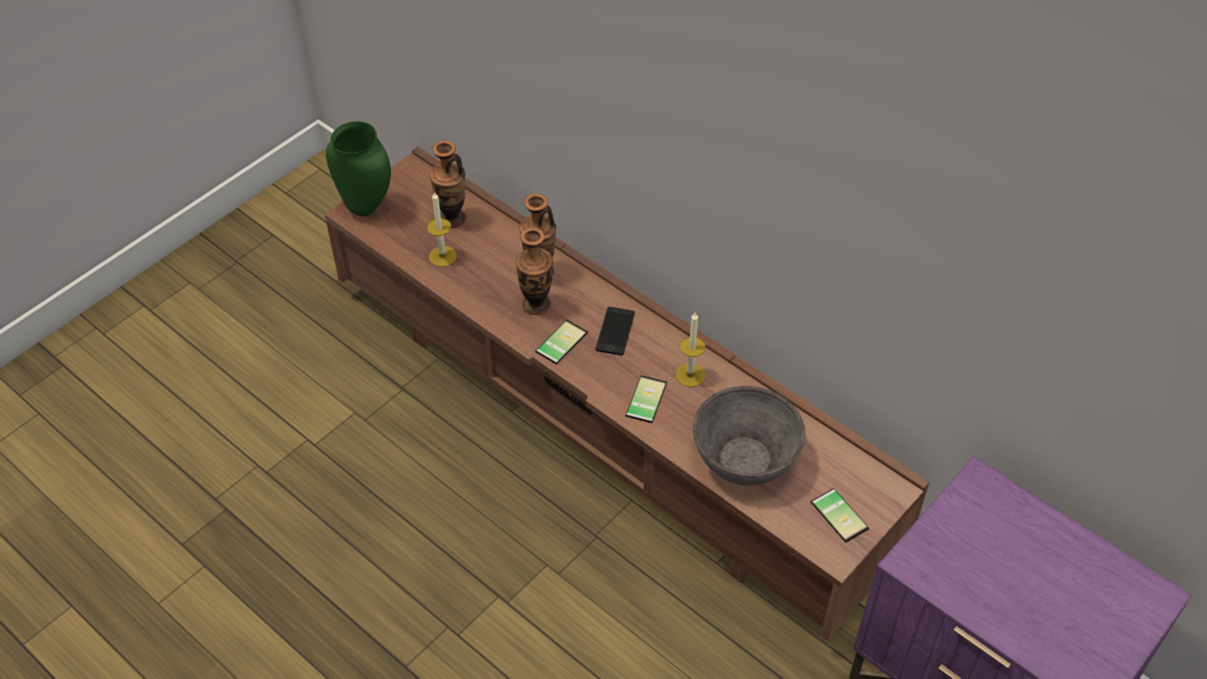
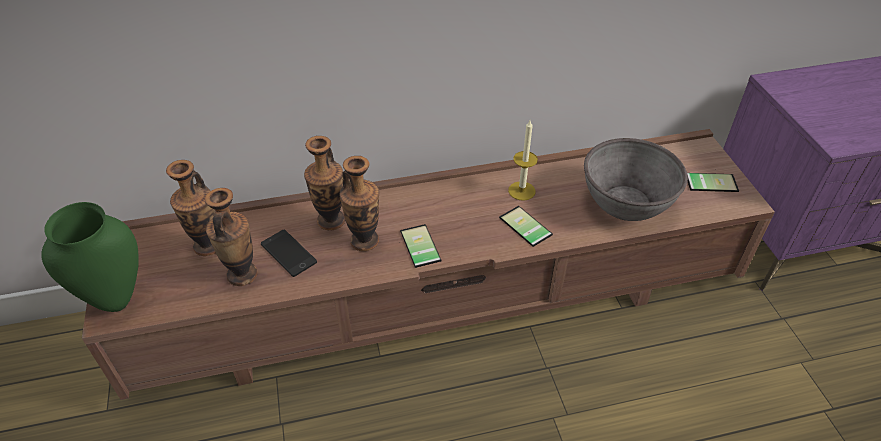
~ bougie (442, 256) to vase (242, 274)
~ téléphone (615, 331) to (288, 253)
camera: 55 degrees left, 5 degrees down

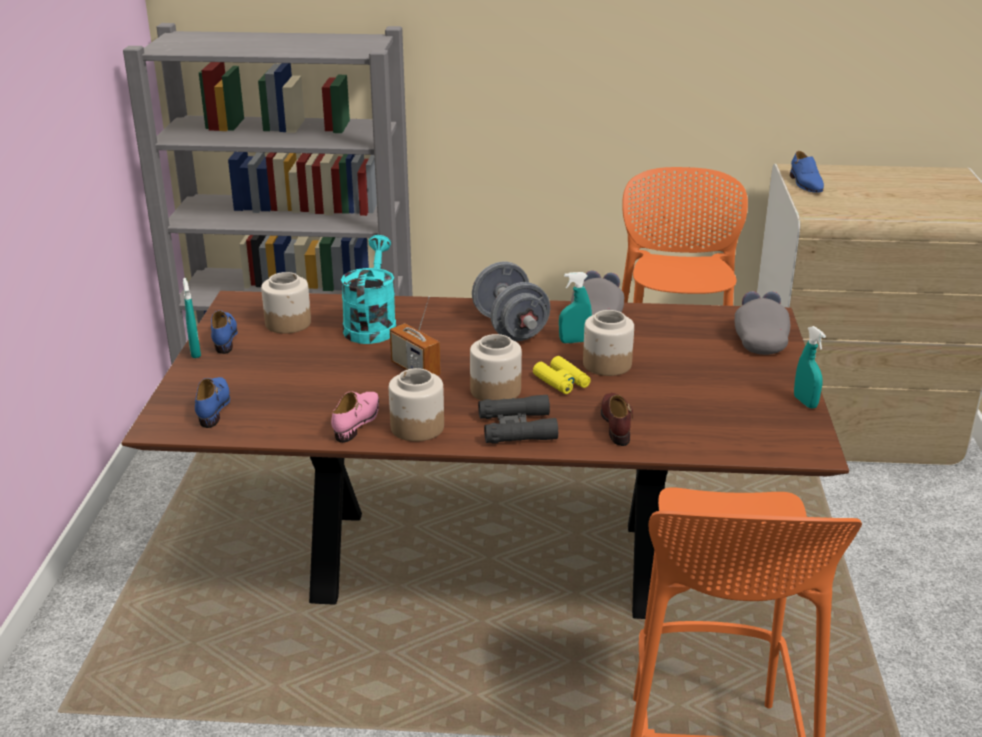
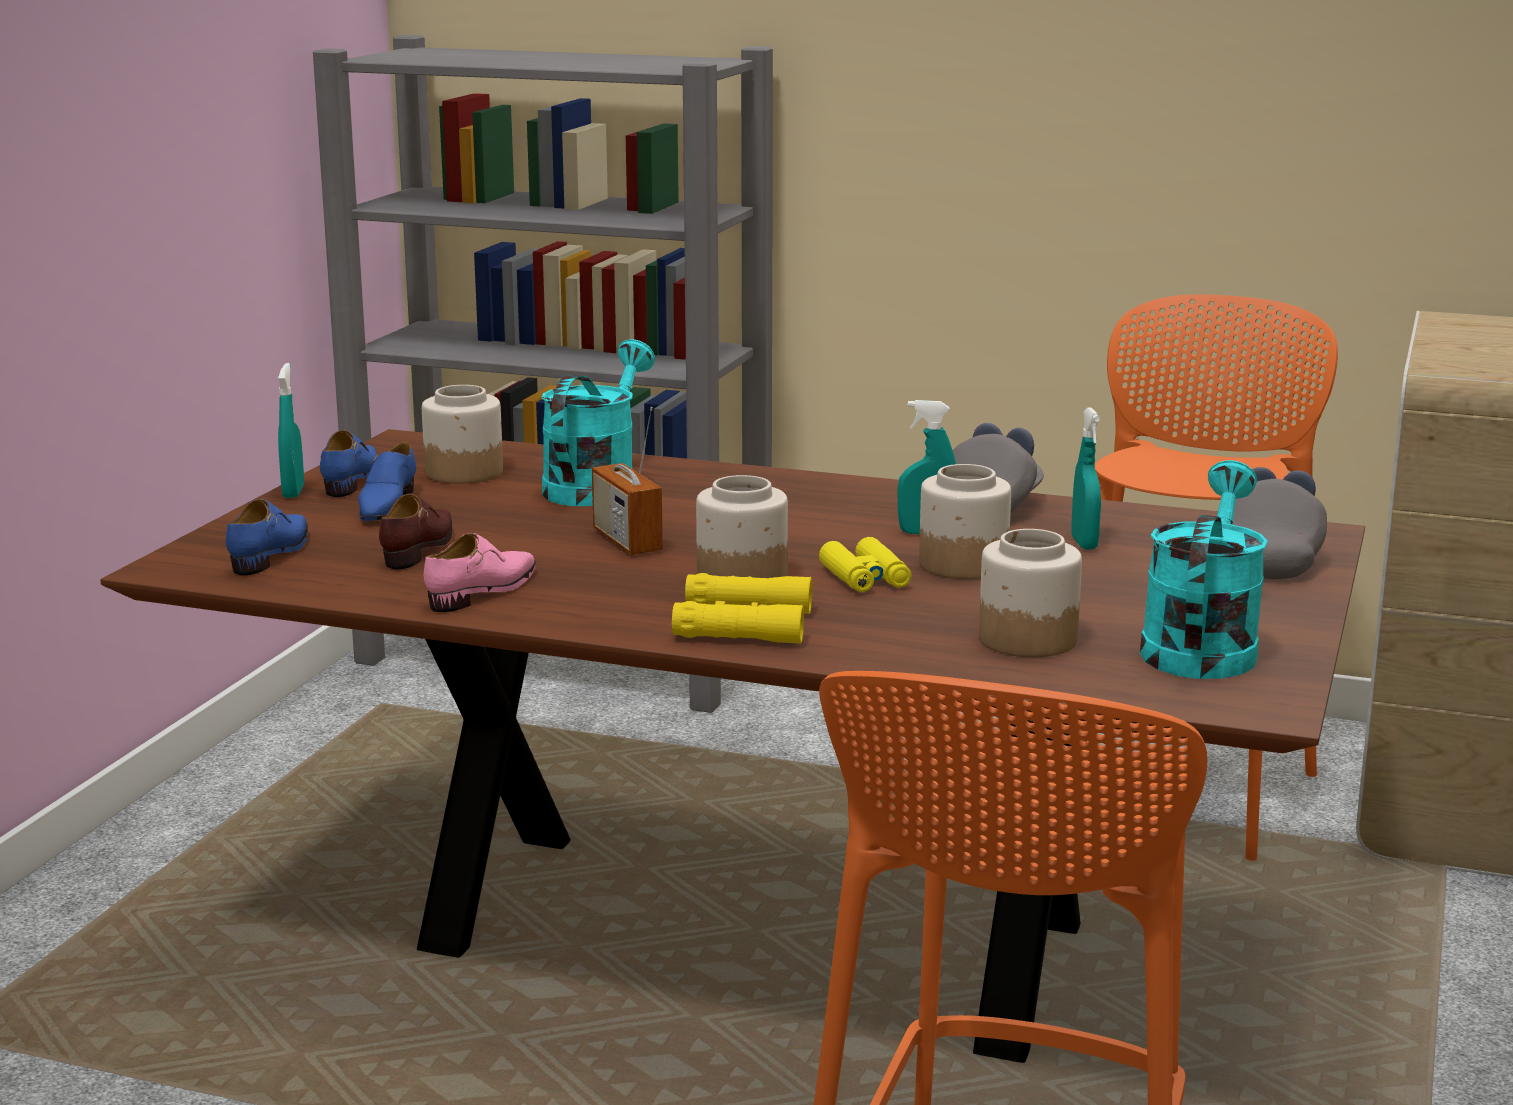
~ chaussure [bleu] (805, 184) to (386, 506)
- haltère [gris] (510, 328)
~ vaporisateur [turquoise] (805, 402) to (1084, 543)
~ bocal (416, 427) to (1026, 639)
~ chaussure [marron] (616, 423) to (420, 548)
~ jumelles [noir] (517, 428) to jumelles [jaune] (743, 624)
+ arrosoir [turquoise] (1201, 646)
camera: 15 degrees right, 10 degrees down

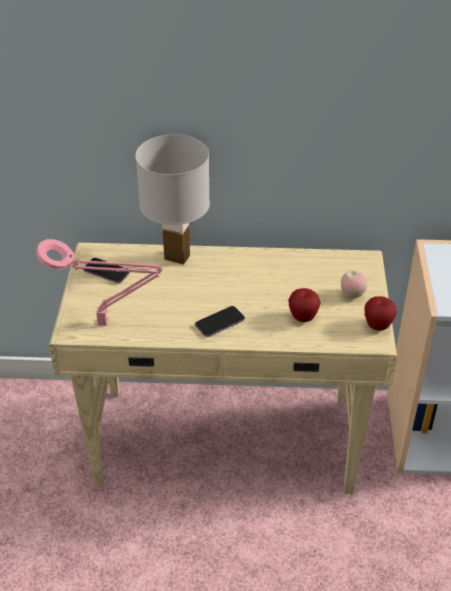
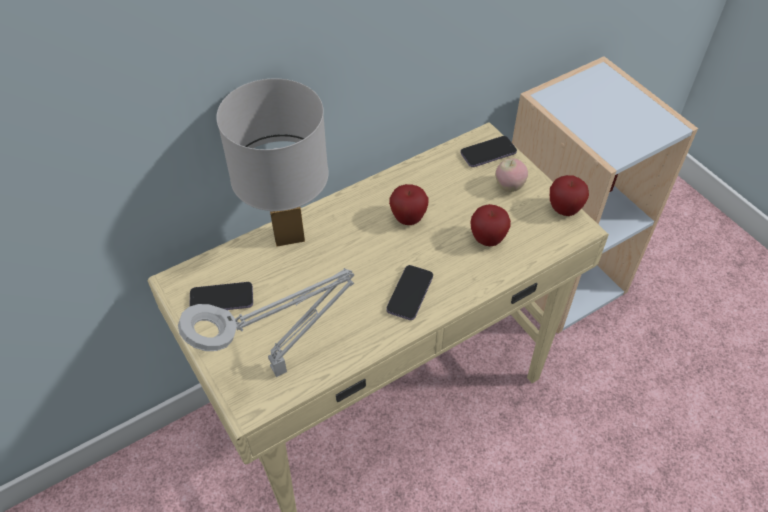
~ lampe de table [rose] (107, 323) to lampe de table [gris] (283, 367)
+ téléphone (488, 153)
+ pomme (408, 219)
camera: 35 degrees left, 10 degrees up

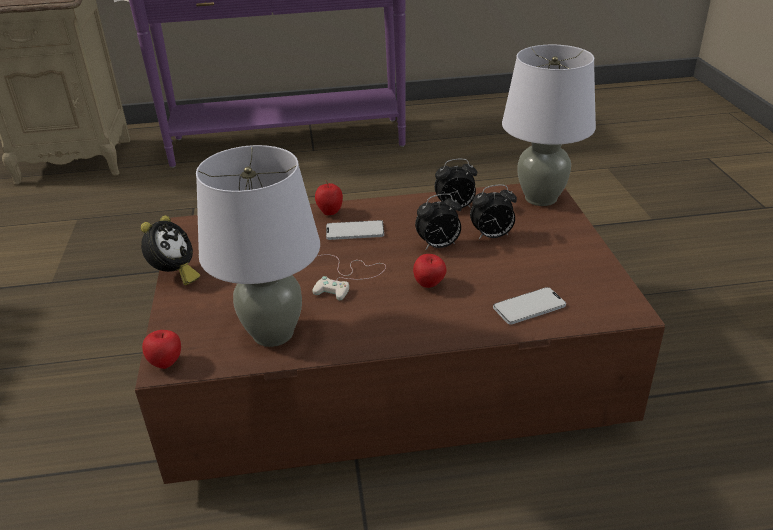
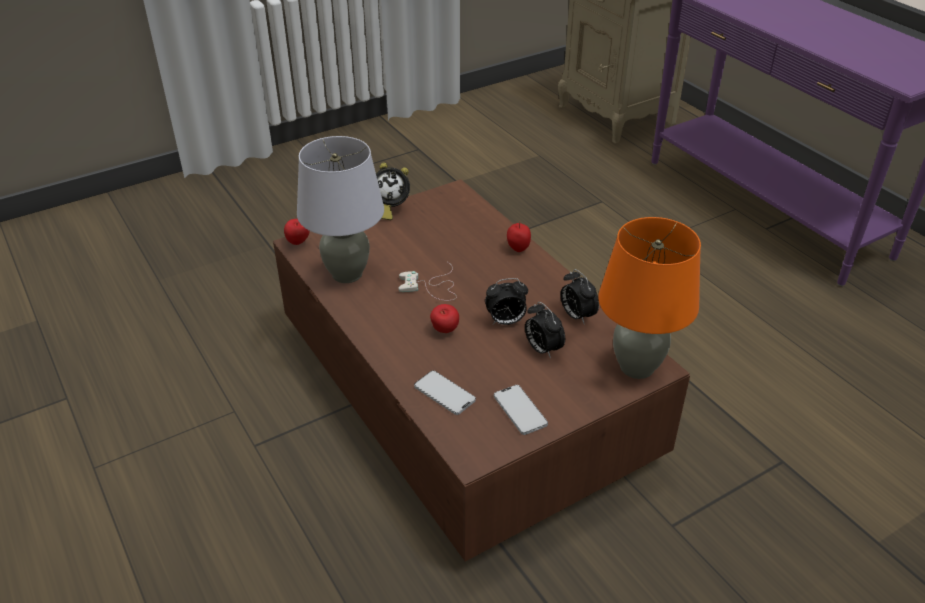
~ lampe de table [gris] (541, 198) to lampe de table [orange] (637, 367)
~ réveil (438, 246) = (505, 321) 60 degrees counterclockwise
~ téléphone (355, 231) to (520, 410)
camera: 65 degrees right, 5 degrees up

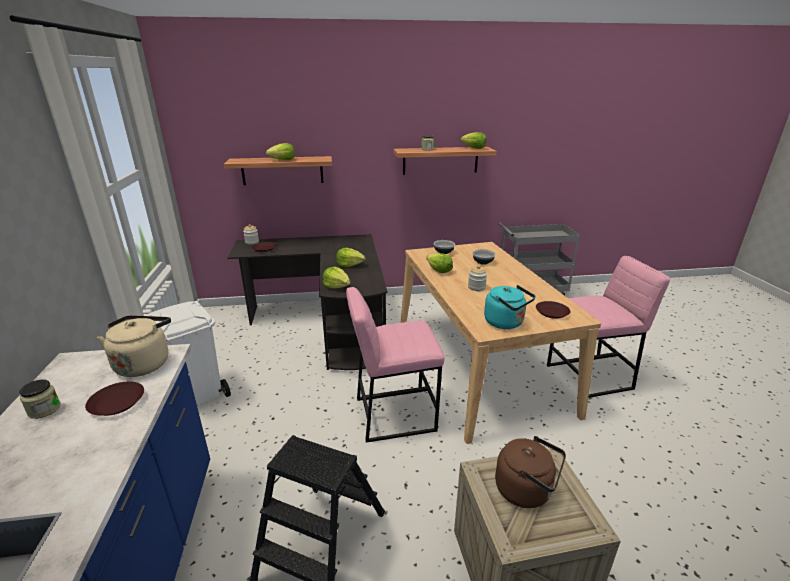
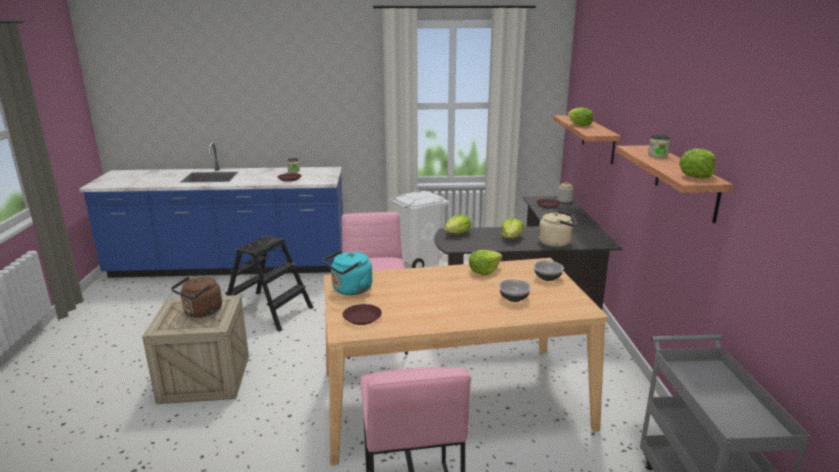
- bocal (476, 287)
~ bouilloire [beige] (144, 363) to (557, 243)
camera: 95 degrees right, 5 degrees down

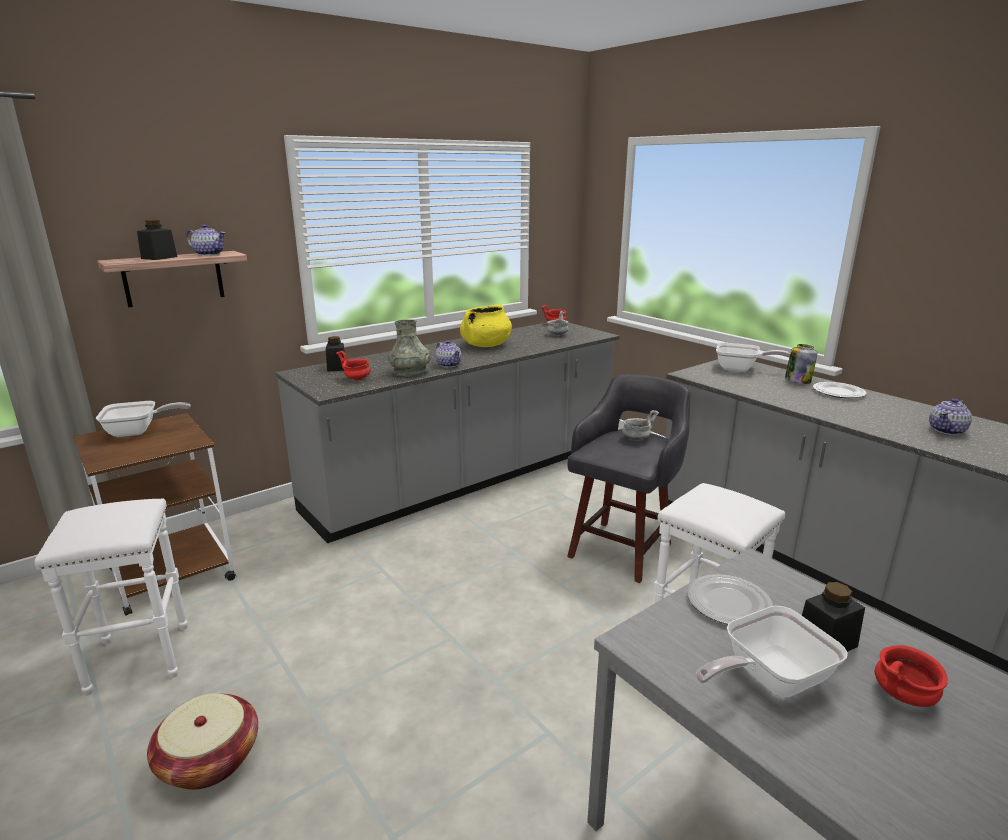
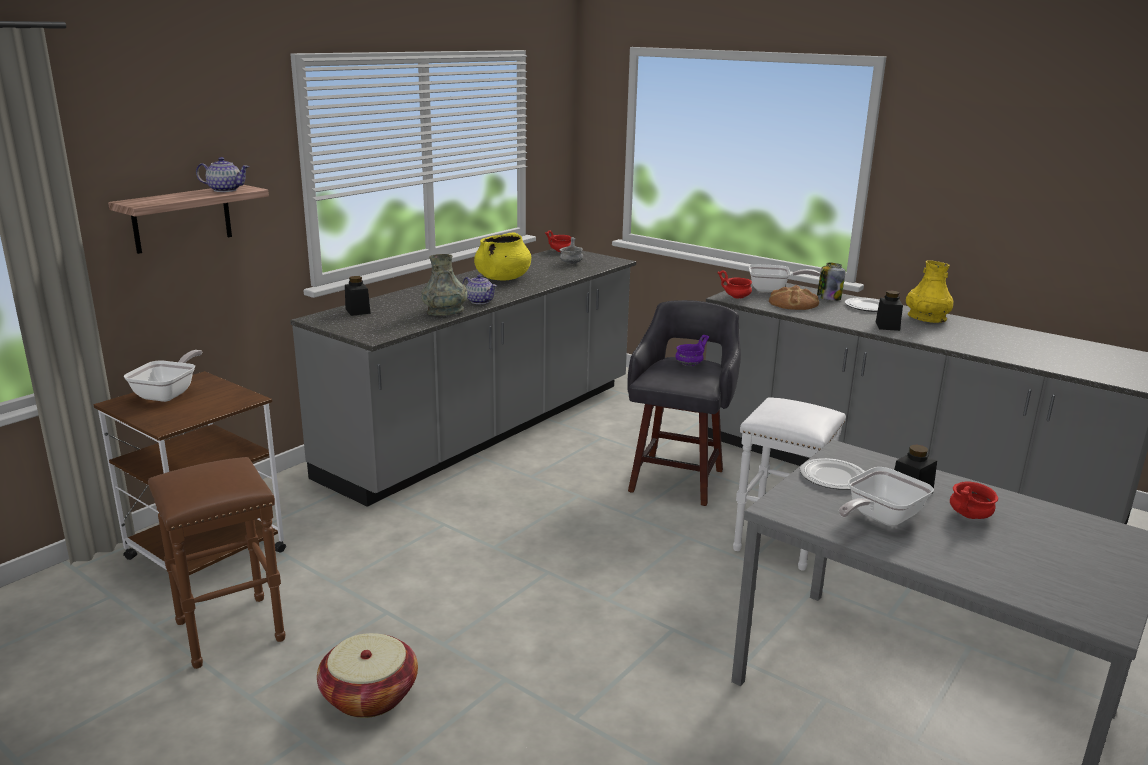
~ bocal [noir] (159, 257) to (887, 326)
~ bol [rouge] (356, 379) to (736, 297)
- théière (947, 430)
~ poêle (138, 431) = (169, 393) 45 degrees counterclockwise
~ bol [gris] (636, 438) to bol [violet] (689, 364)
~ tabouret [blanc] (136, 659) to tabouret [marron] (228, 632)
+ vase [jaune] (926, 318)
+ pain (793, 303)
camera: 15 degrees left, 0 degrees up

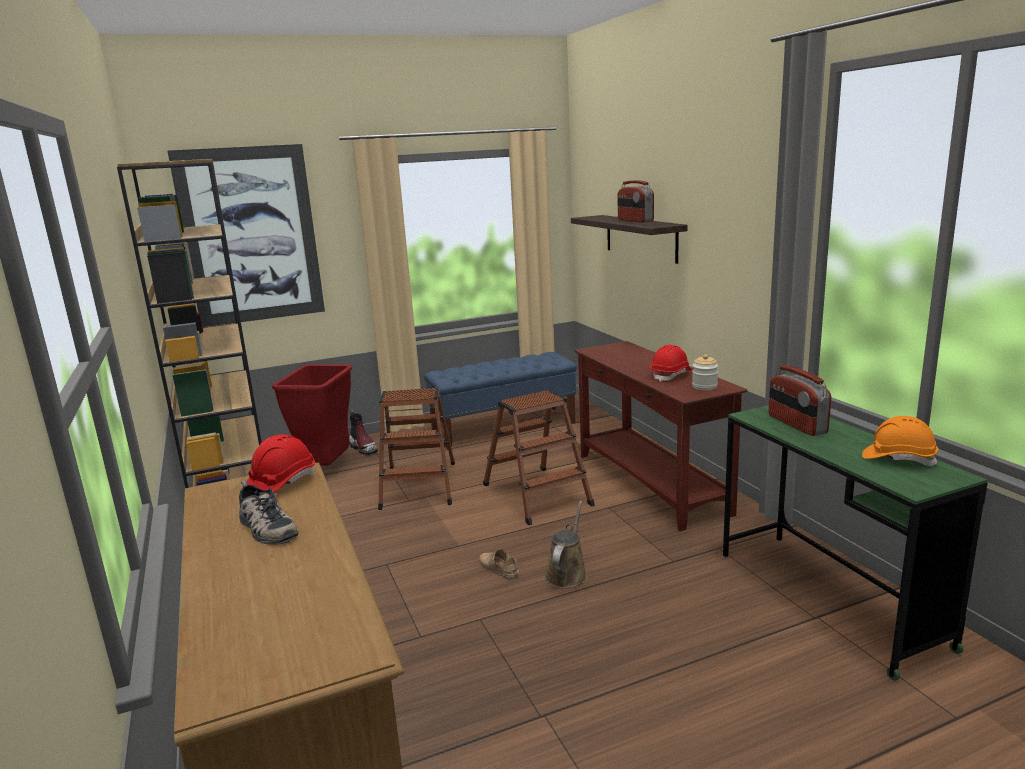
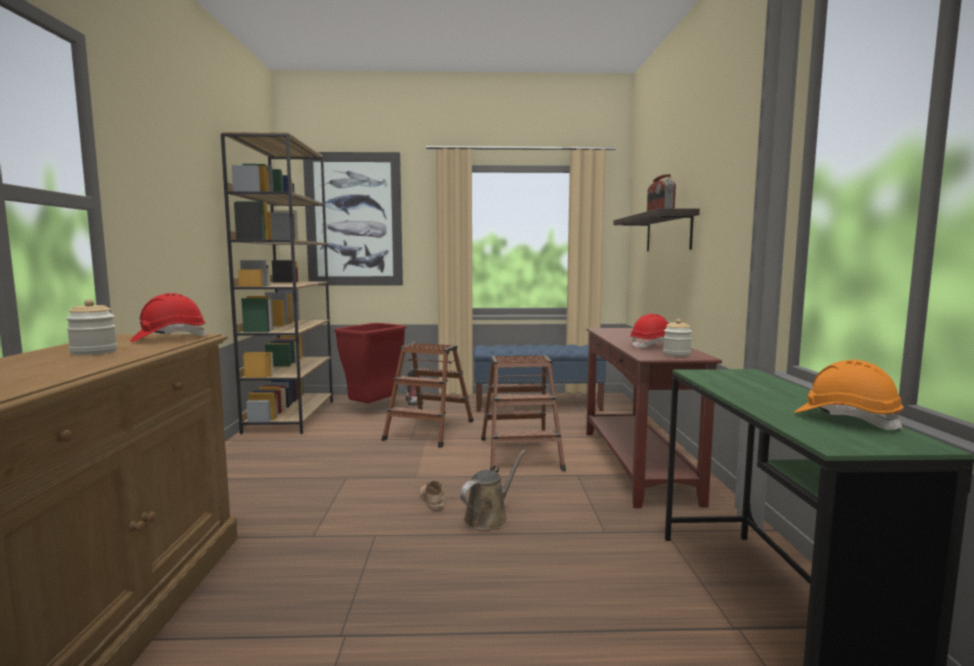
- radio (796, 424)
~ chaussure (265, 527) to bocal (94, 352)
camera: 20 degrees right, 10 degrees down

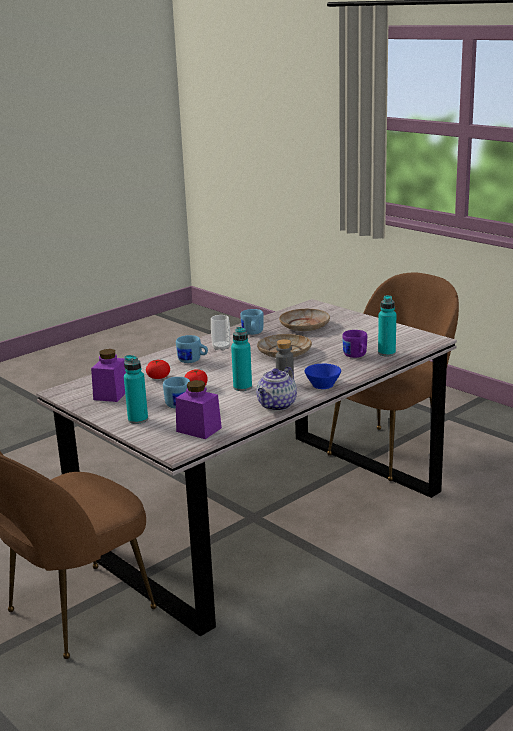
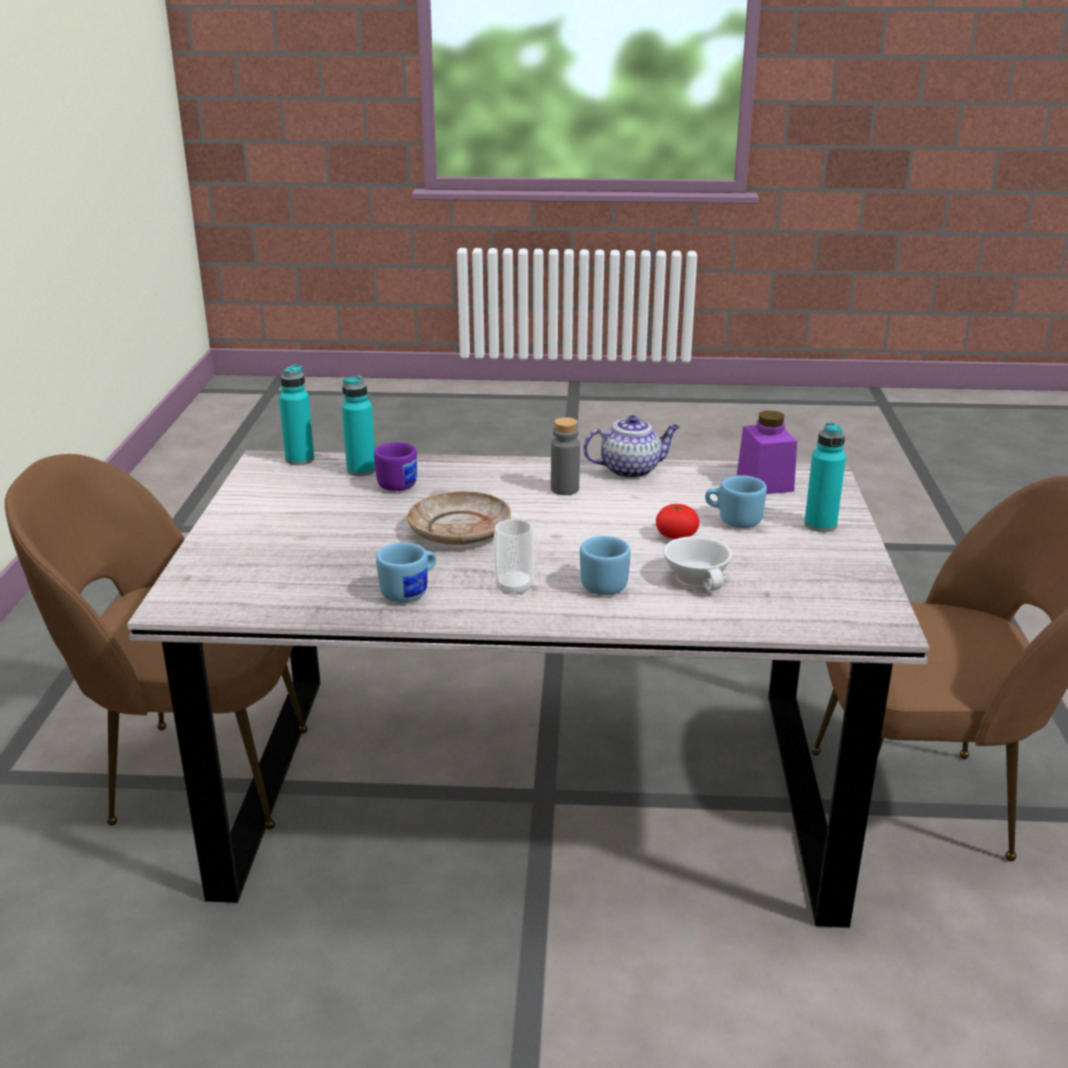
- assiette [beige] (305, 326)
~ bouteille [turquoise] (242, 387) to (300, 459)
- bocal [violet] (111, 394)
~ tomate (158, 377) to tasse [blanc] (699, 578)
- tasse [bleu] (321, 384)
camera: 135 degrees left, 5 degrees up

